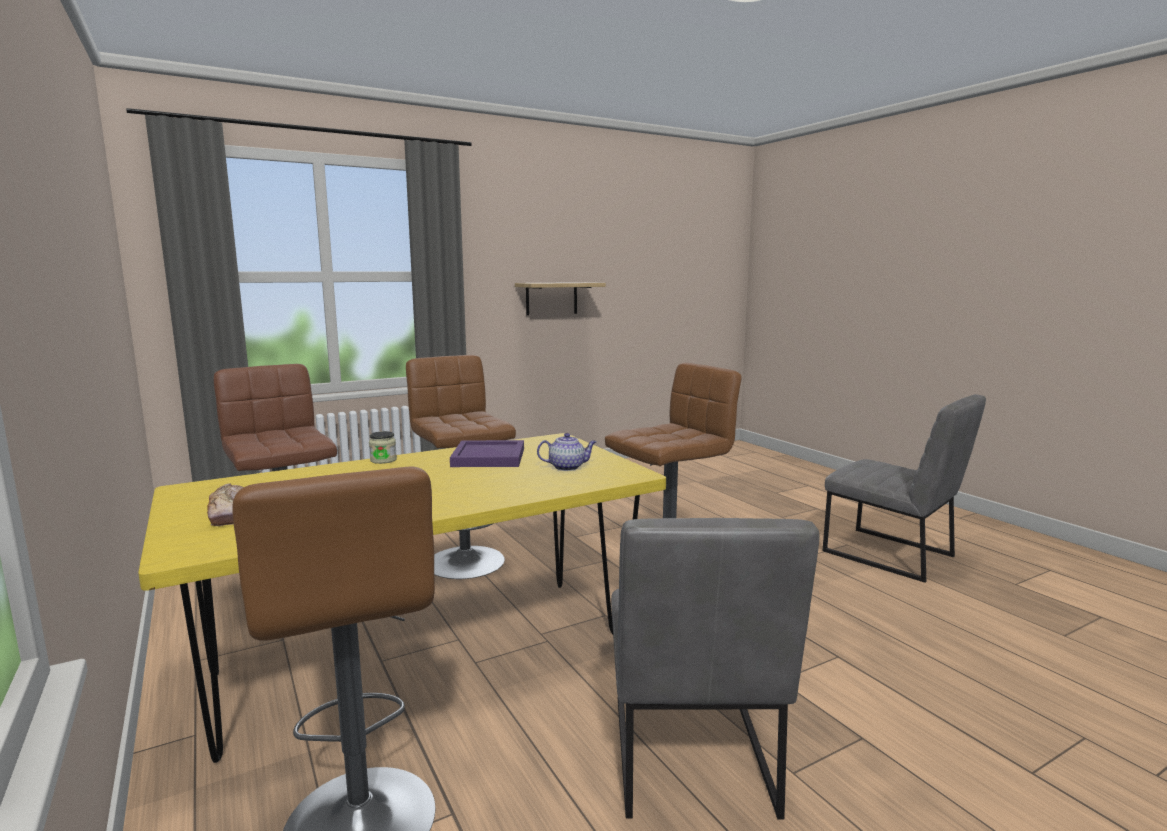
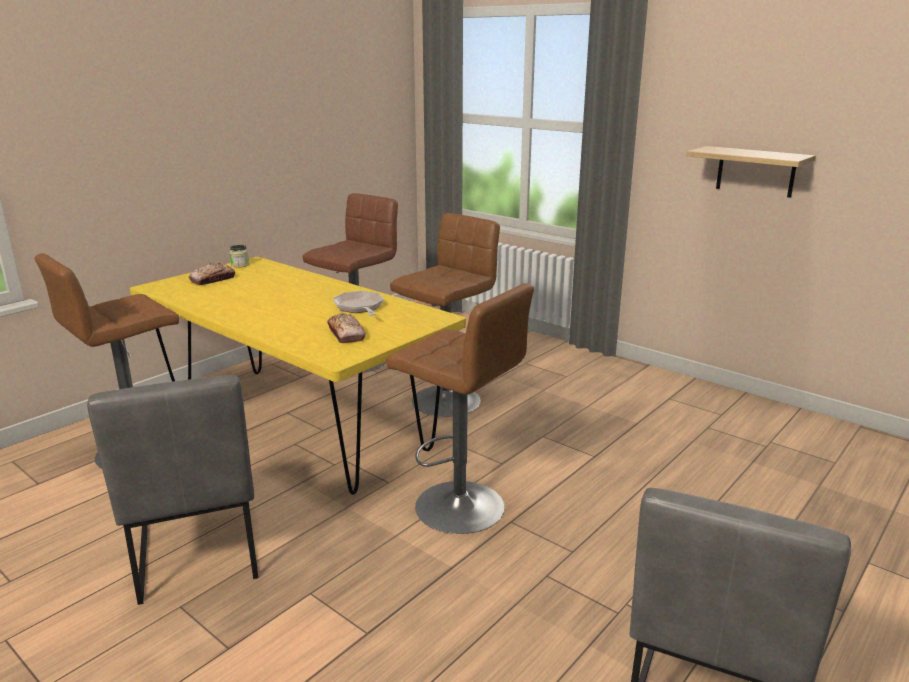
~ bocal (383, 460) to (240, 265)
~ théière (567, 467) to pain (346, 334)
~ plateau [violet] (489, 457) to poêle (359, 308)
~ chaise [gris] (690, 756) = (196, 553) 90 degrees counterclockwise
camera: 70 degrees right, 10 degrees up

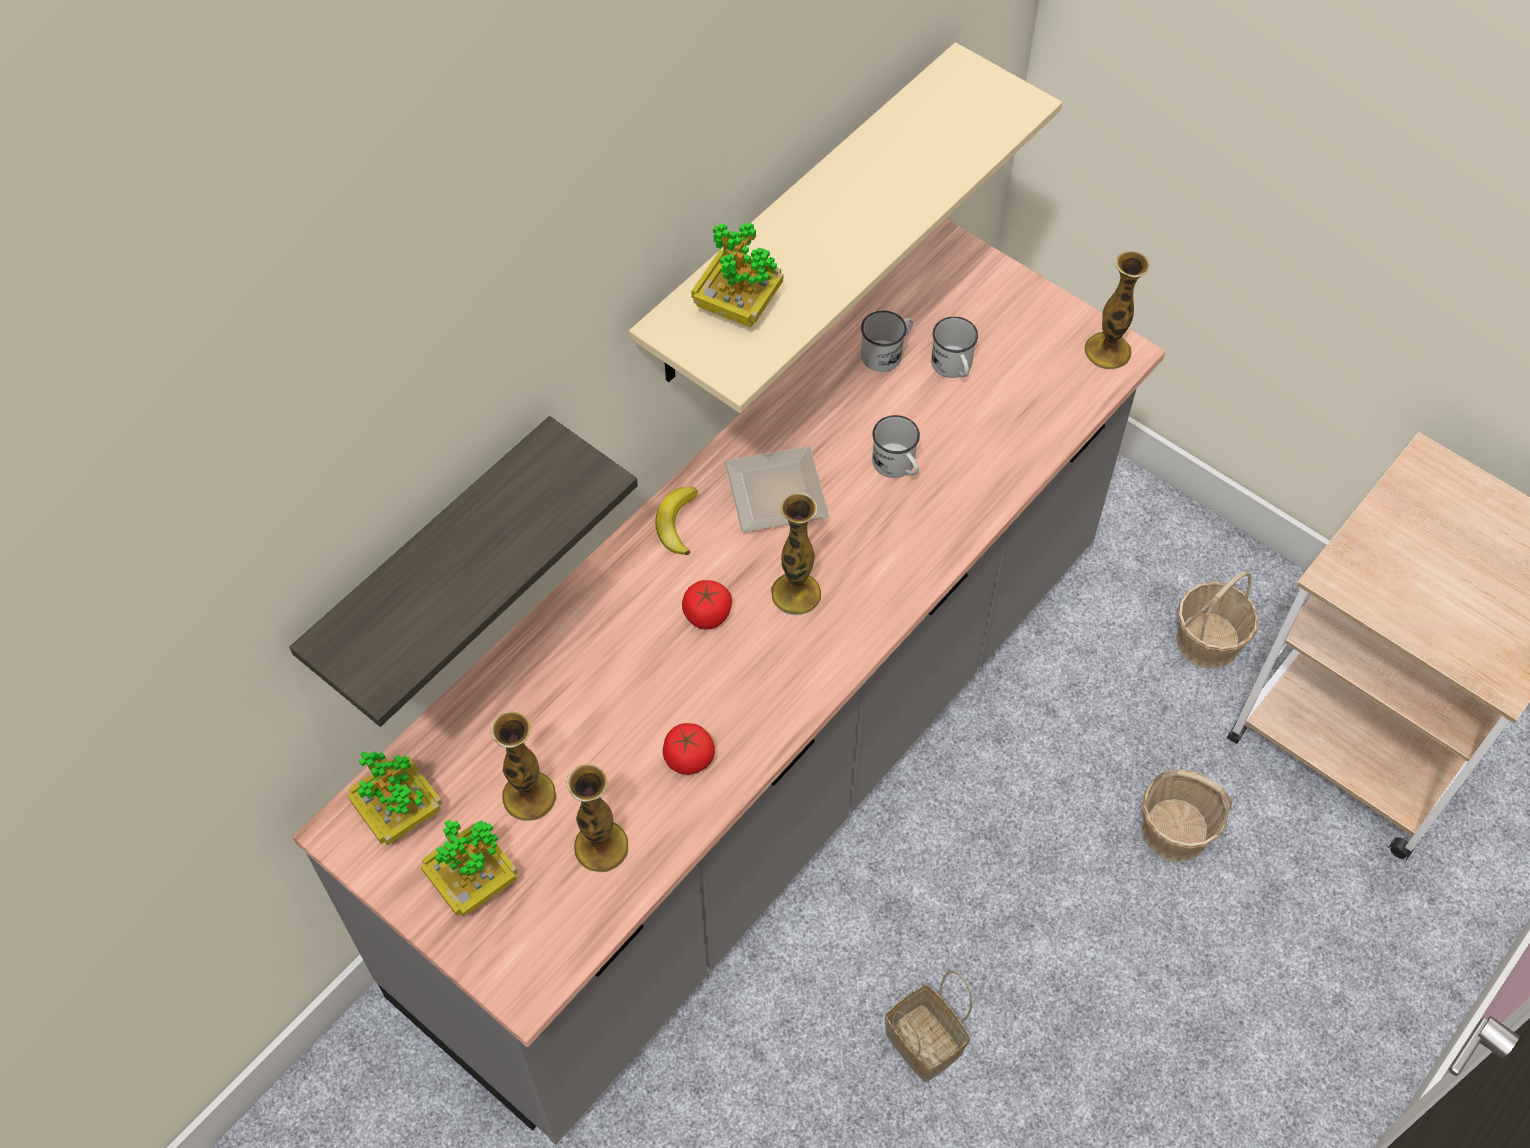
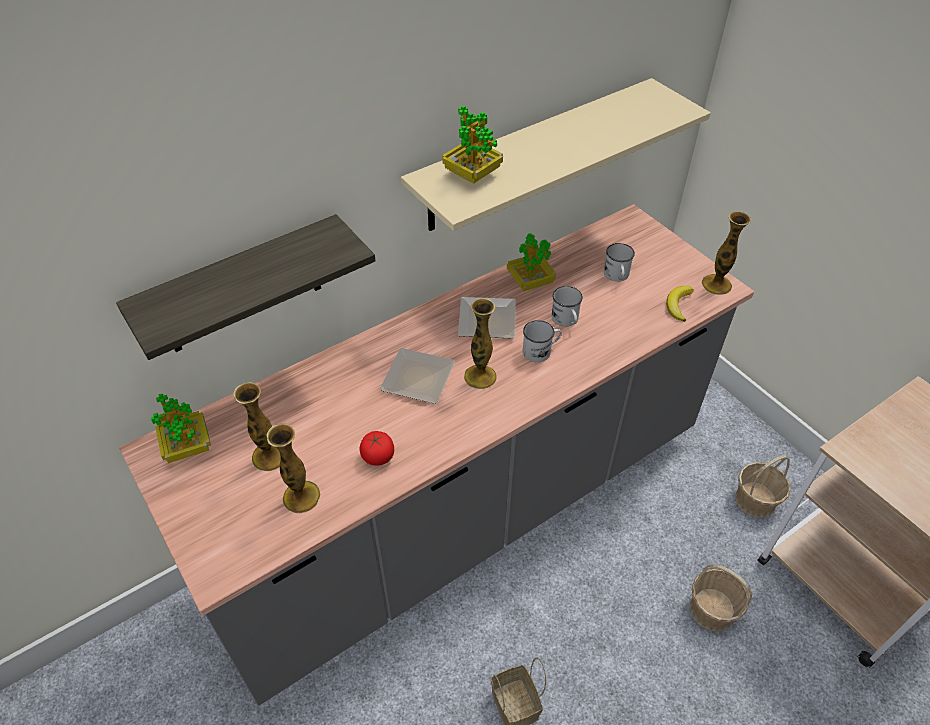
~ mug [blanc] (887, 353) to (541, 351)
~ banane (676, 523) to (678, 305)
~ tomate (707, 615) to assiette (421, 377)
~ plante en pot (473, 881) to (530, 283)
camera: 15 degrees right, 10 degrees down

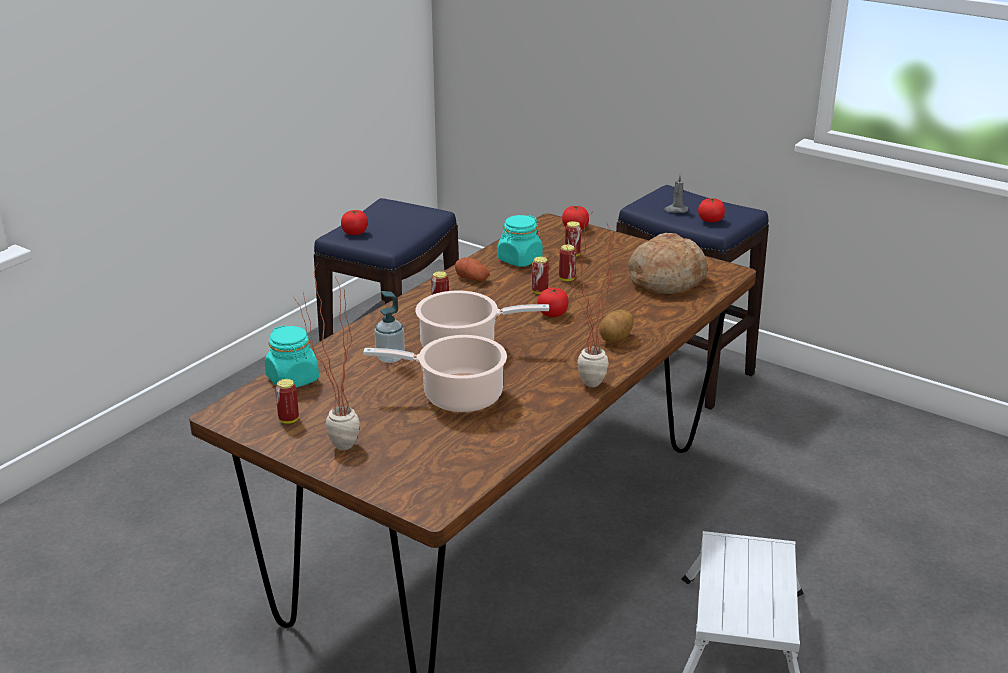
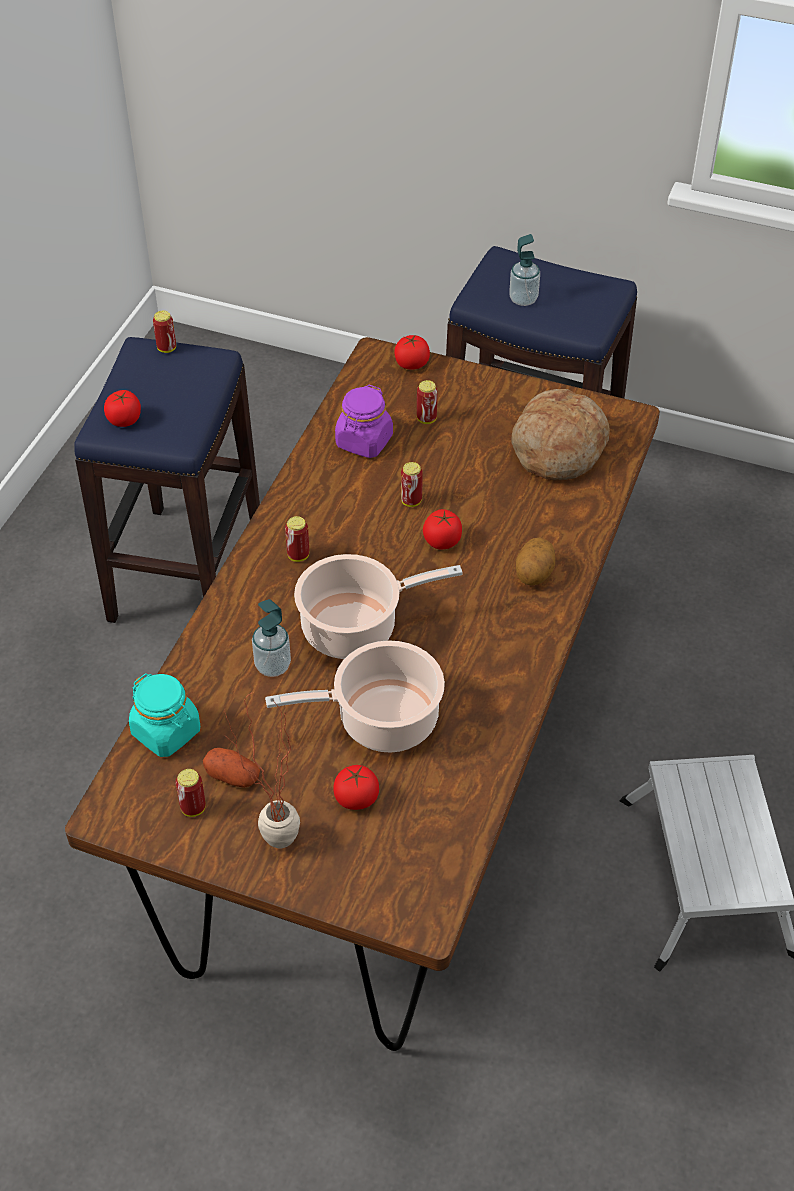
~ bougie [gris] (676, 210) to distributeur de savon (523, 299)
~ tomate (710, 220) to (356, 798)
~ bocal [turquoise] (520, 260) to bocal [violet] (364, 442)
- plante en pot (583, 386)
~ boîte métallique (567, 279) to (166, 348)
~ pomme de terre (472, 278) to (232, 776)
camera: 15 degrees left, 20 degrees up

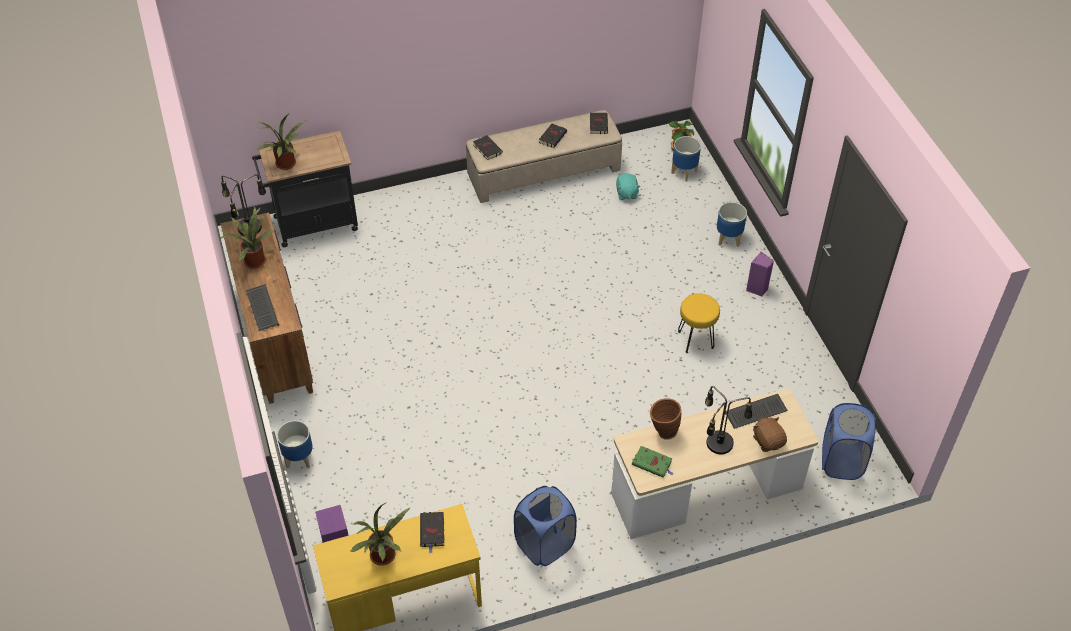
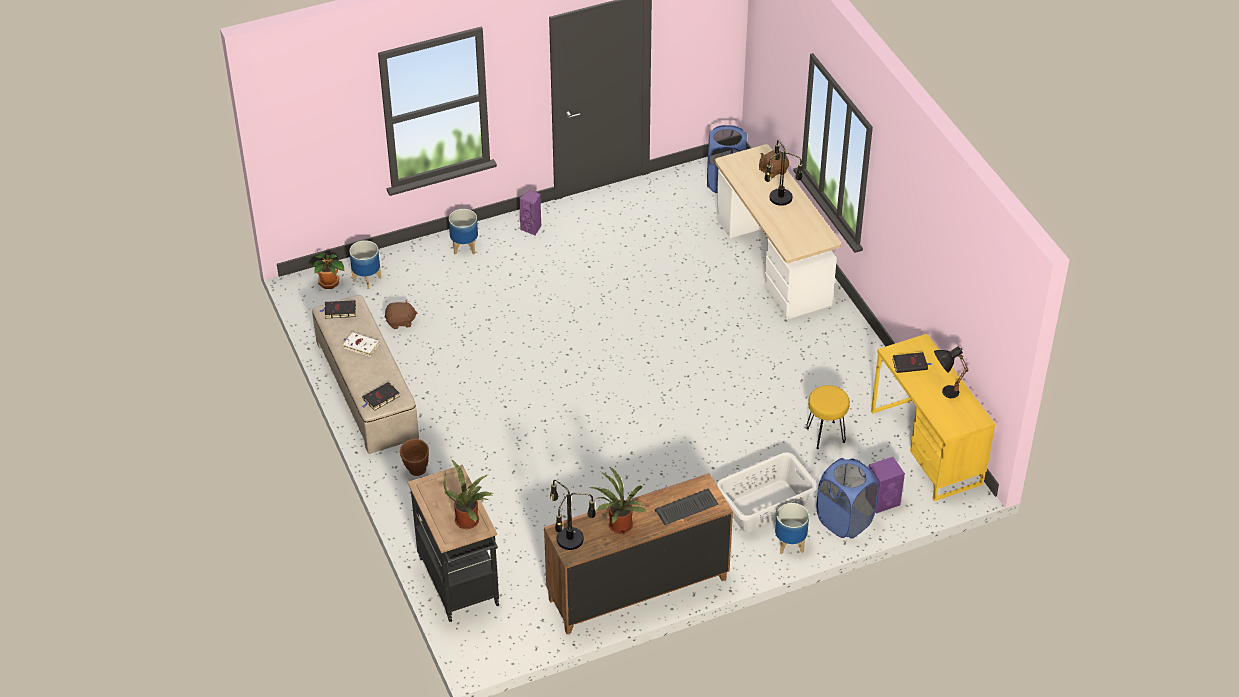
~ livre [noir] (553, 137) to livre [blanc] (360, 346)
~ peluche [turquoise] (626, 193) to peluche [marron] (400, 322)
~ tabouret [jaune] (696, 339) to (825, 434)
- clavier (755, 413)
~ vase [marron] (662, 432) to (416, 473)
- livre [vert] (653, 464)
~ panier à linge [bleu] (544, 544) to (844, 521)
~ plante en pot (384, 557) to lampe de table [noir] (944, 392)
+ panier à linge [gris] (764, 506)
camera: 95 degrees left, 5 degrees down

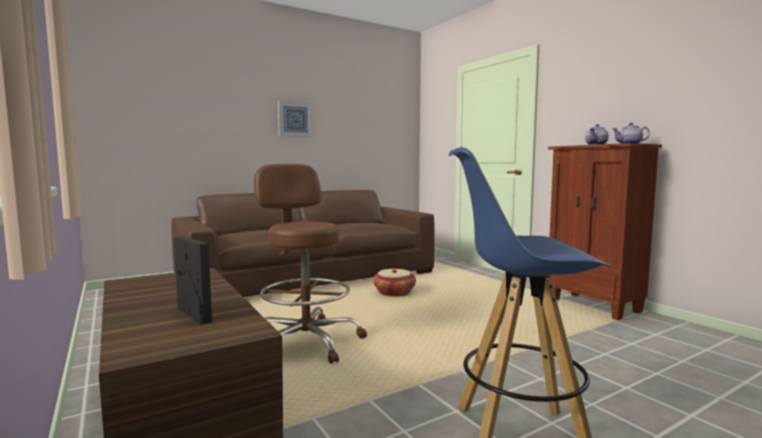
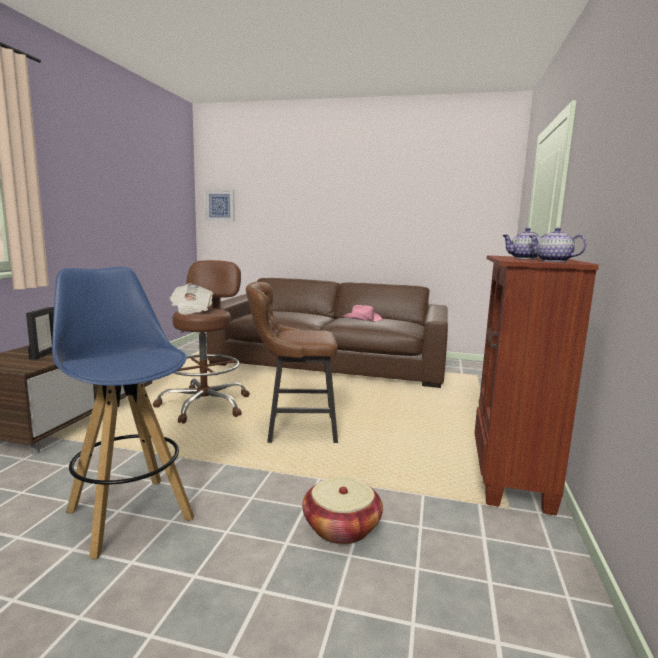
~ tableau (294, 119) to (220, 205)
~ panier (394, 293) to (341, 527)
+ tabouret [marron] (291, 429)
+ journal (191, 310)
+ chapeau [rose] (362, 319)
camera: 45 degrees right, 5 degrees up

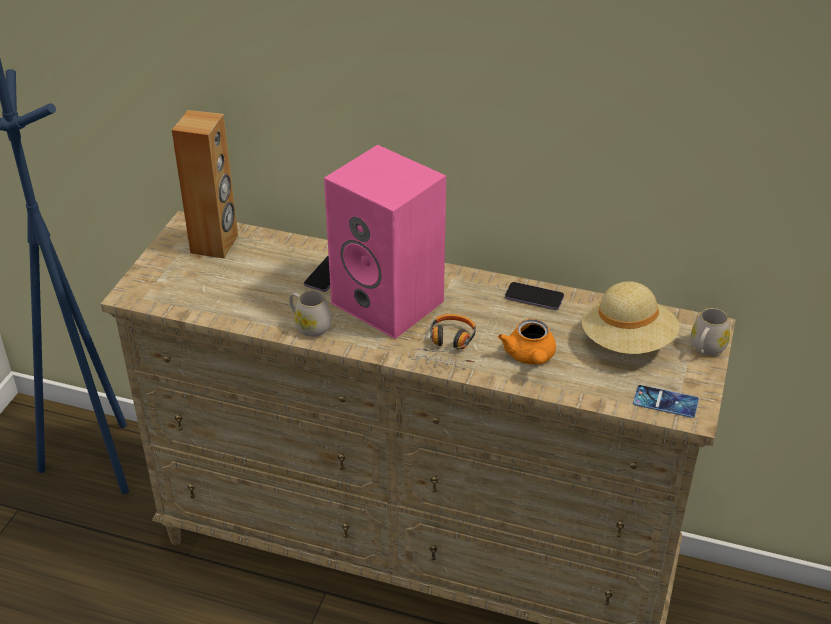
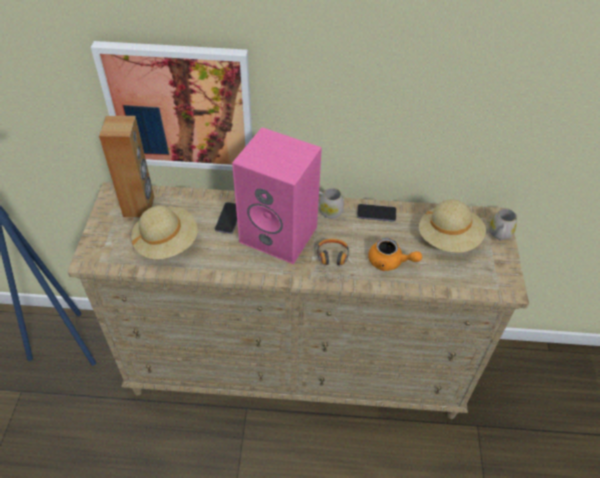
~ mug [blanc] (309, 325) to (327, 210)
~ théière [orange] (530, 357) = (389, 262) 45 degrees counterclockwise
- téléphone (665, 402)
+ tableau (180, 108)
+ chapeau [beige] (167, 243)
camera: 15 degrees left, 10 degrees up

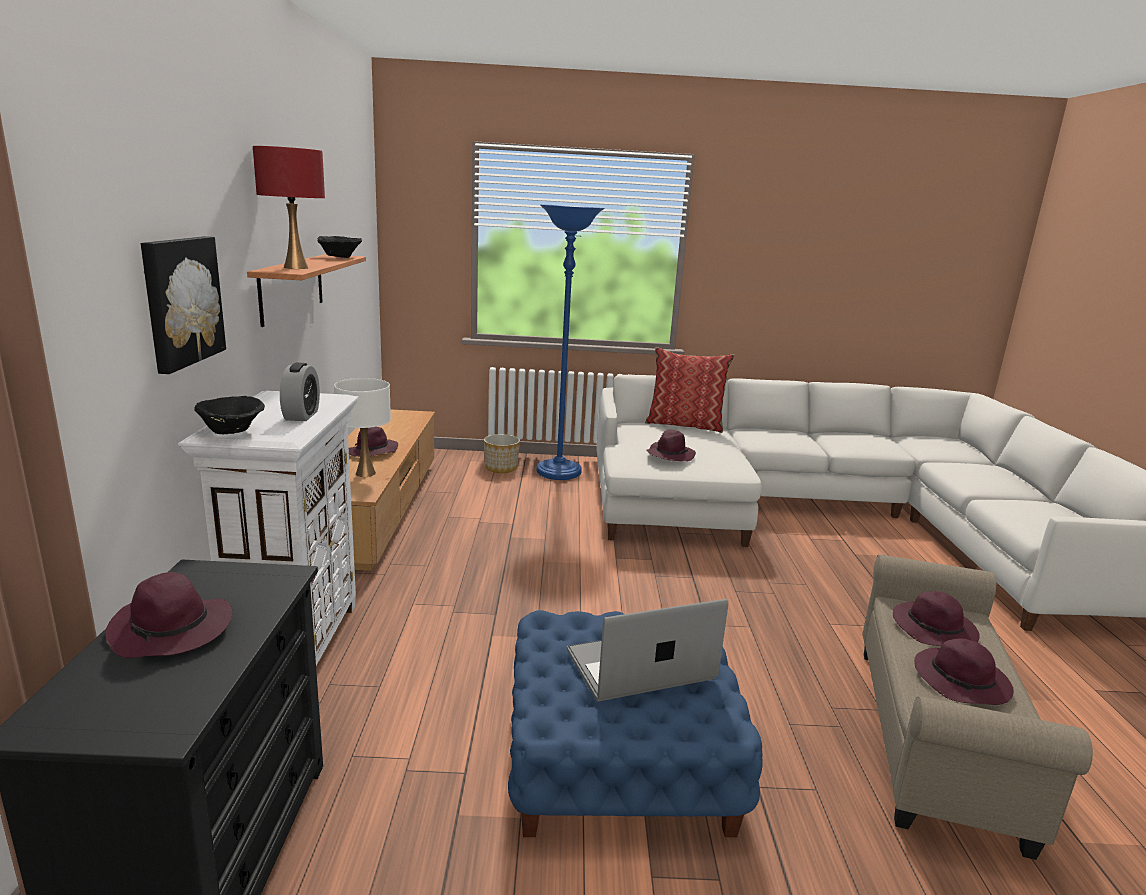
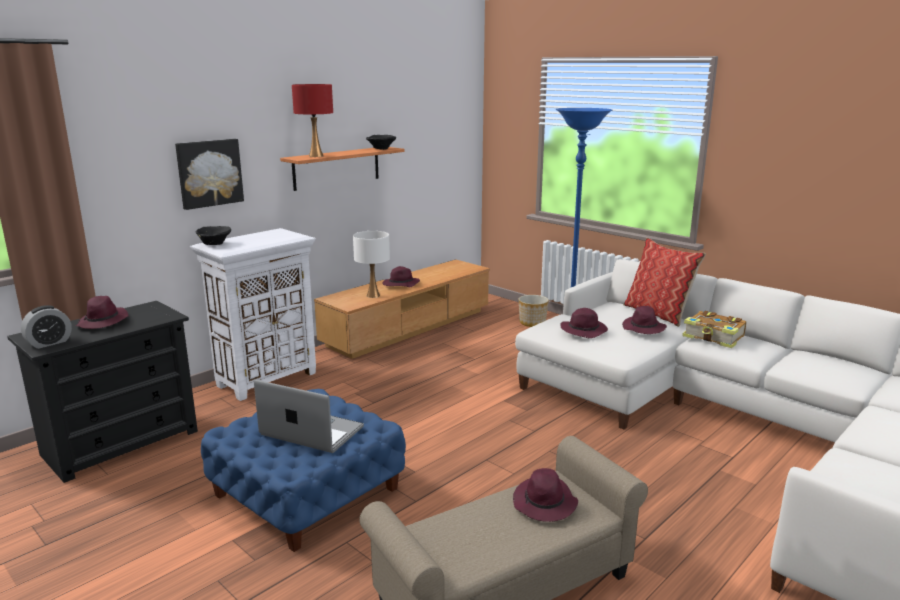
~ réveil (301, 415) to (49, 343)
~ chapeau [violet] (962, 682) to (644, 328)
+ livre (714, 337)
camera: 45 degrees right, 0 degrees up

